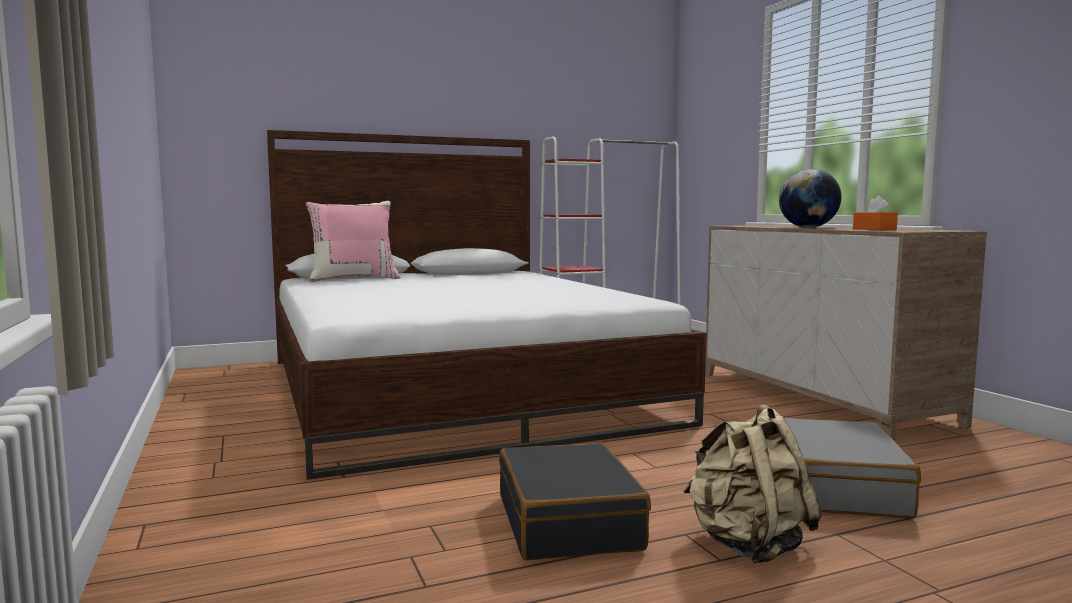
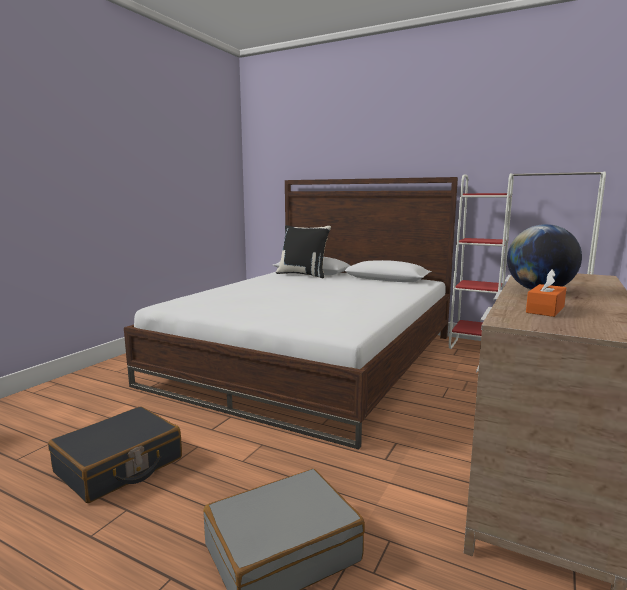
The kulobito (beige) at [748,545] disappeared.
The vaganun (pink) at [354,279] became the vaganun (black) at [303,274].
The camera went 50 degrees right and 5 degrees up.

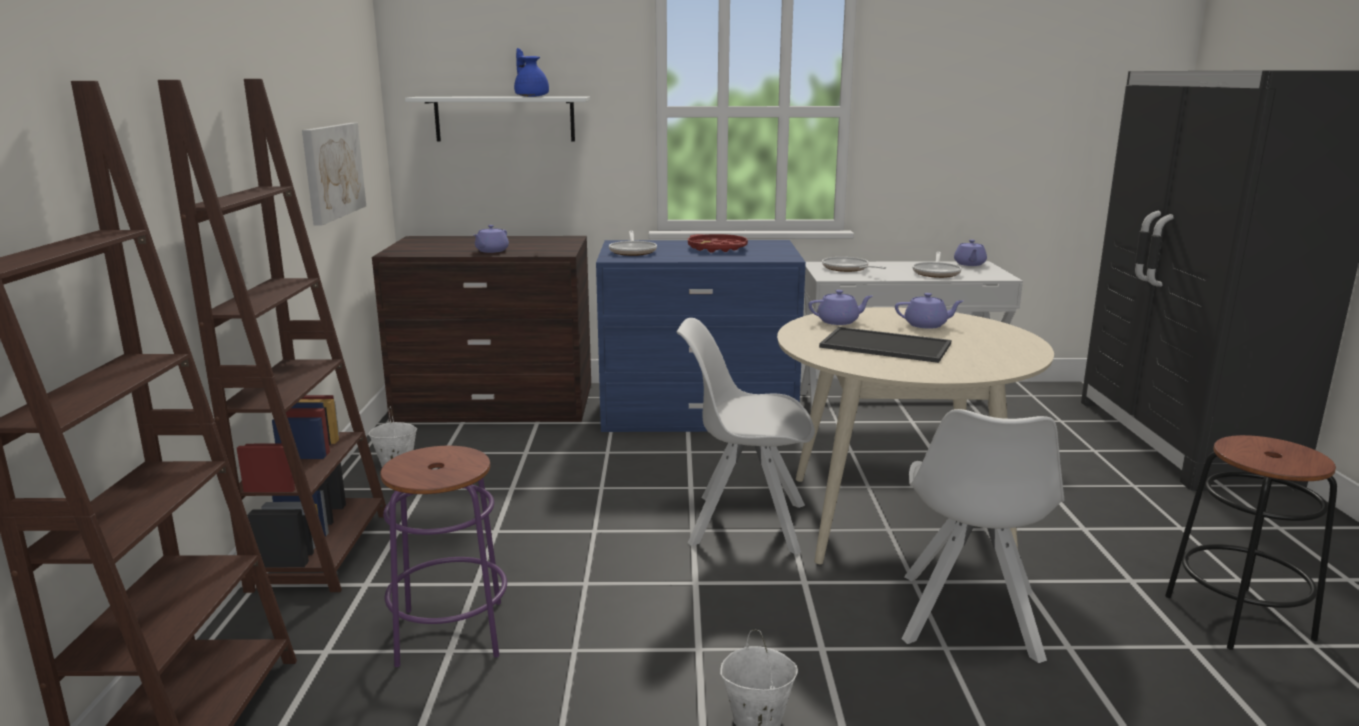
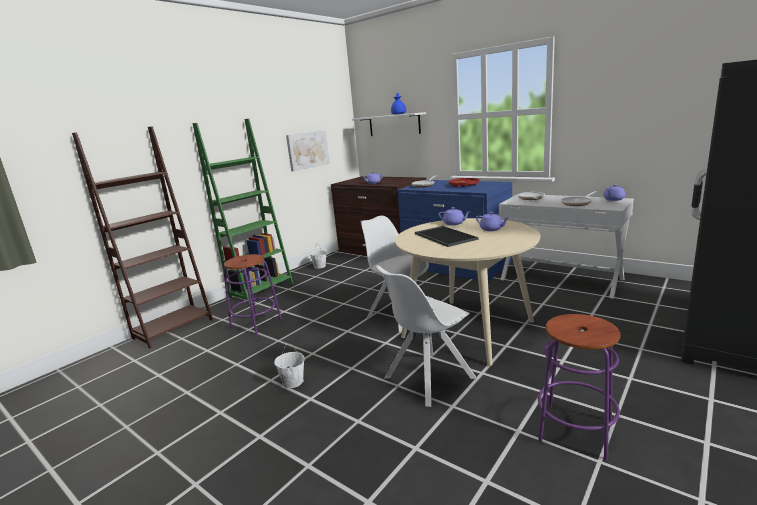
The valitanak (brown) at [320,551] became the valitanak (green) at [261,290].
The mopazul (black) at [1237,617] became the mopazul (purple) at [575,430].
The camera went 40 degrees right and 0 degrees up.

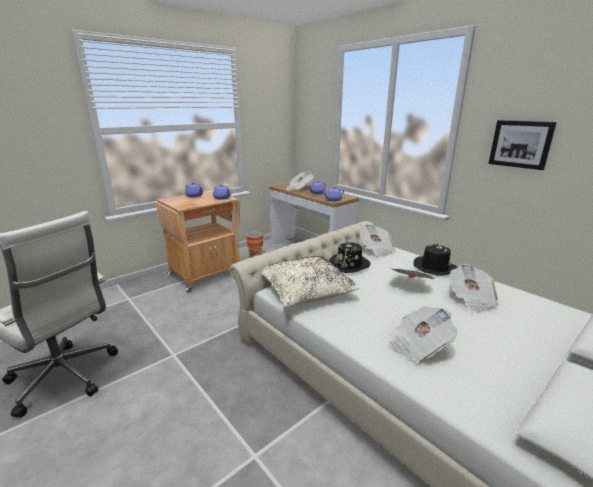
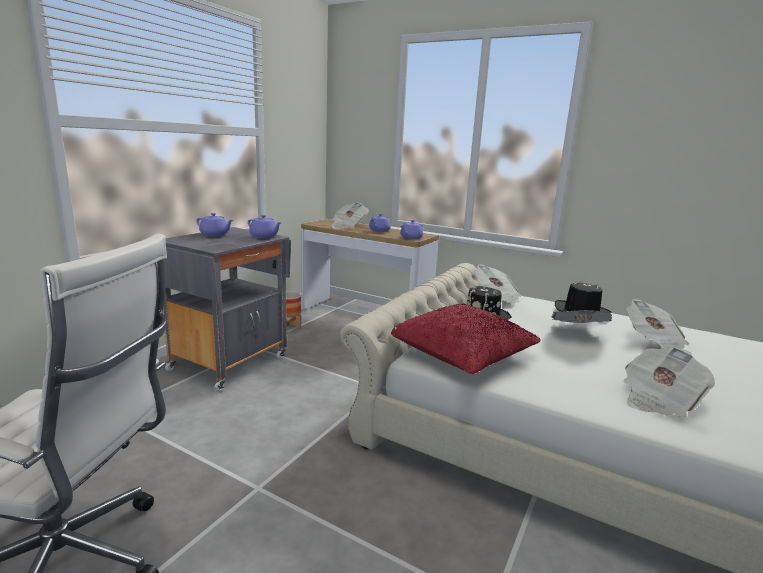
The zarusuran at [520,144] disappeared.
The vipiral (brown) at [205,275] became the vipiral (grey) at [230,362].
The vaganun (beige) at [306,290] became the vaganun (red) at [461,353].
The camera went 20 degrees left and 5 degrees down.

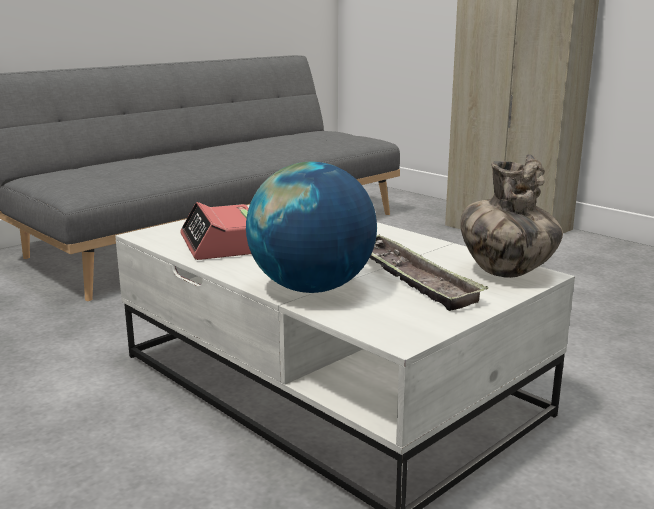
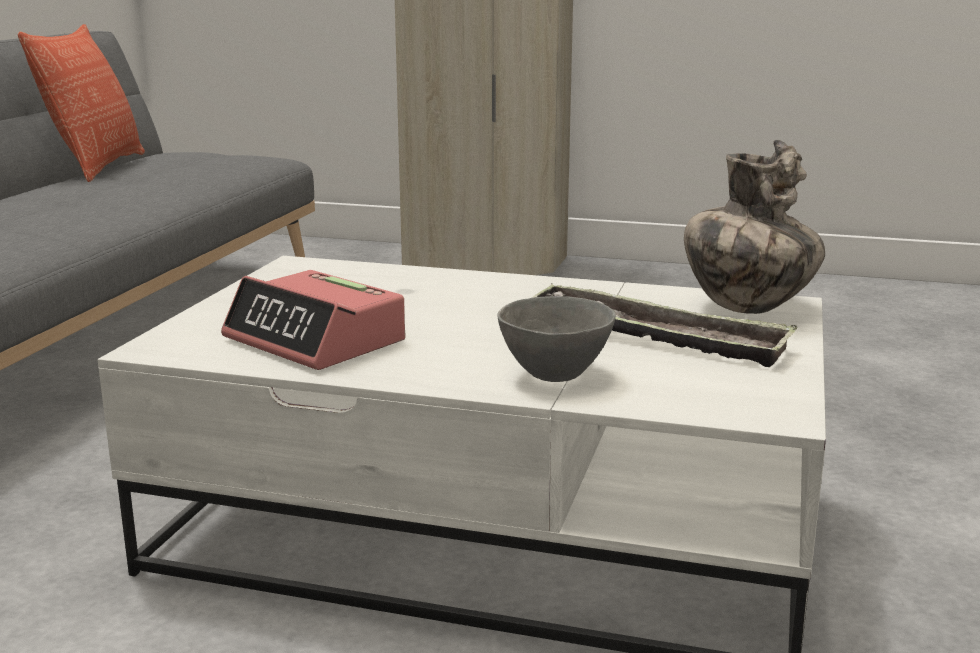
The vaganun (orange) at [97,168] appeared.
The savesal at [311,288] was replaced by the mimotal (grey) at [555,376].
The camera went 30 degrees left and 0 degrees up.

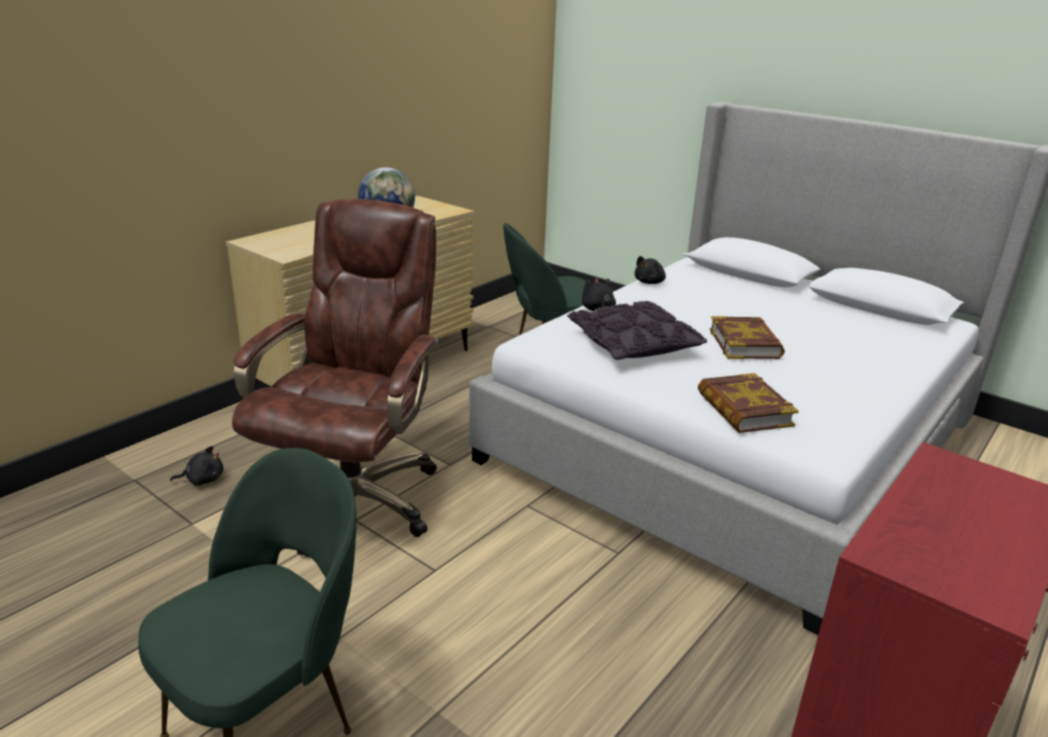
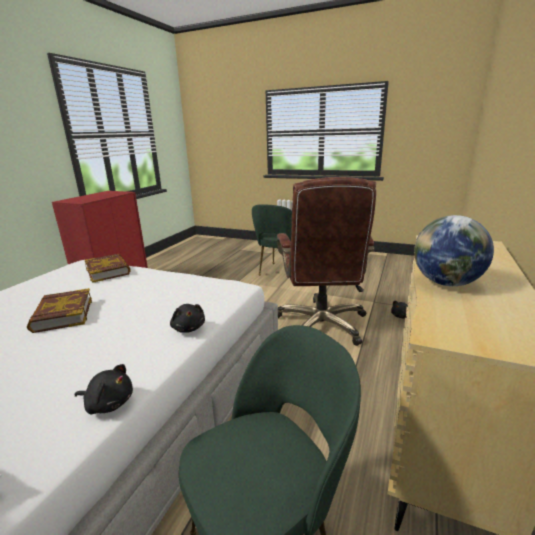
The vaganun (black) at [633,344] disappeared.
The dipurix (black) at [650,282] turned 75 degrees clockwise.
The camera went 165 degrees right and 5 degrees down.

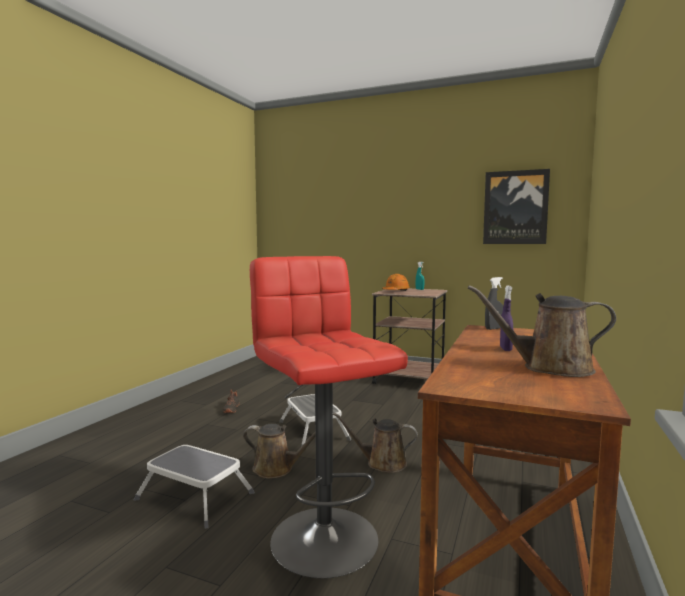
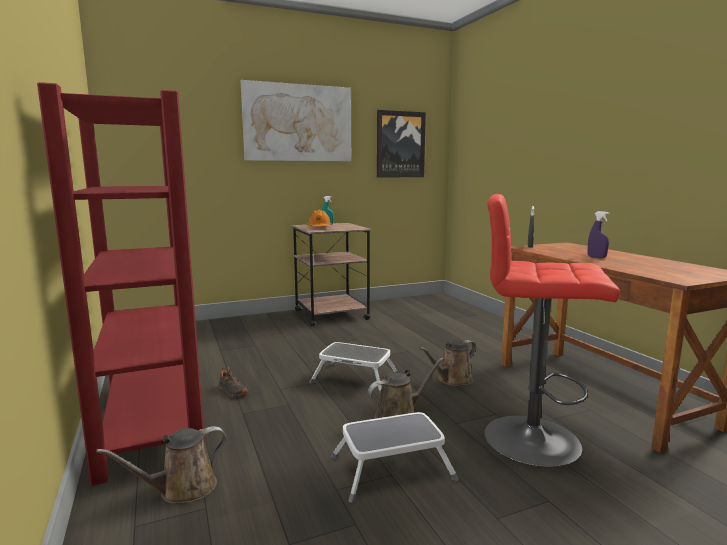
The valitanak (red) at [151,419] appeared.
The zarusuran at [298,123] appeared.
The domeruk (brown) moved from [550,368] to [182,489].
The camera went 45 degrees left and 5 degrees up.

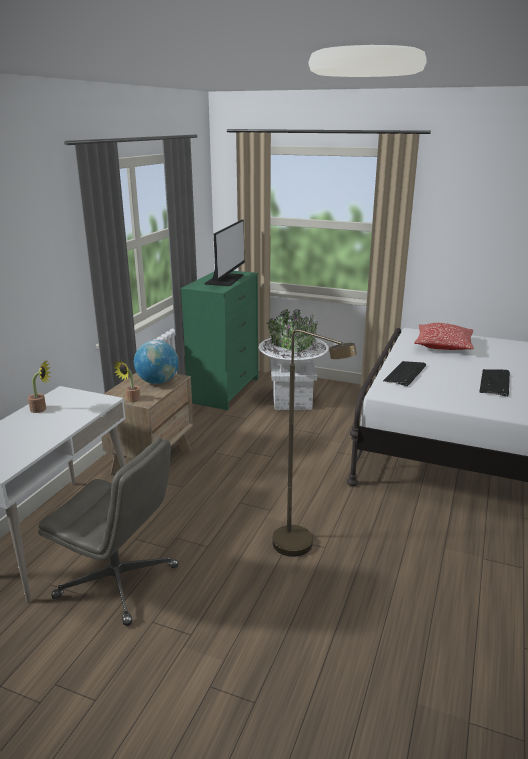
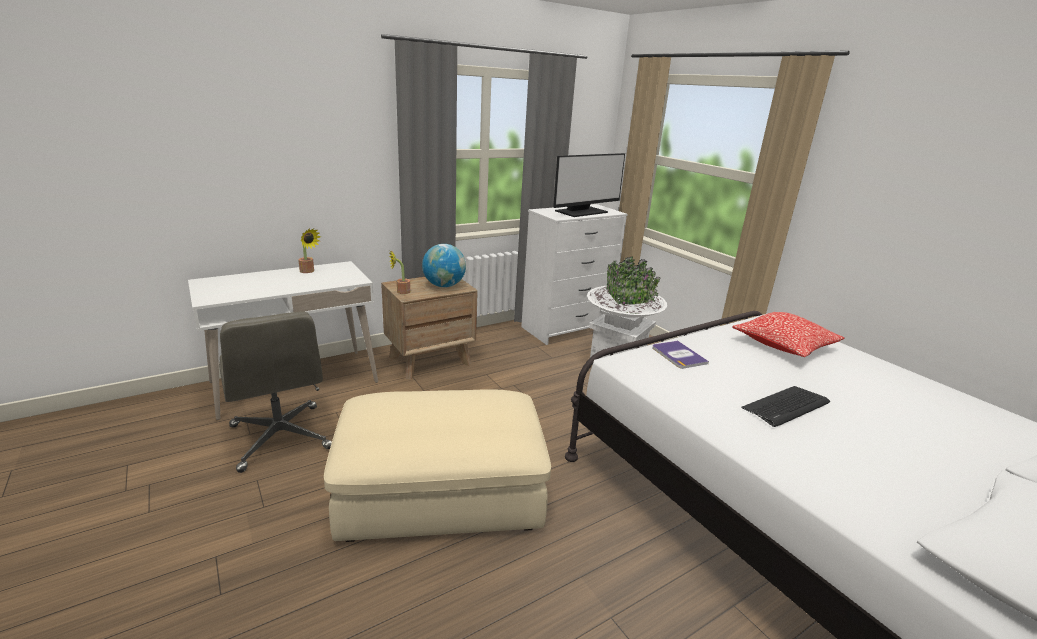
The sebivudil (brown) at [302,547] was replaced by the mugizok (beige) at [442,490].
The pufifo at [405,374] was replaced by the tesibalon at [678,355].
The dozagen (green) at [225,391] became the dozagen (white) at [566,328].
The camera went 35 degrees right and 0 degrees up.

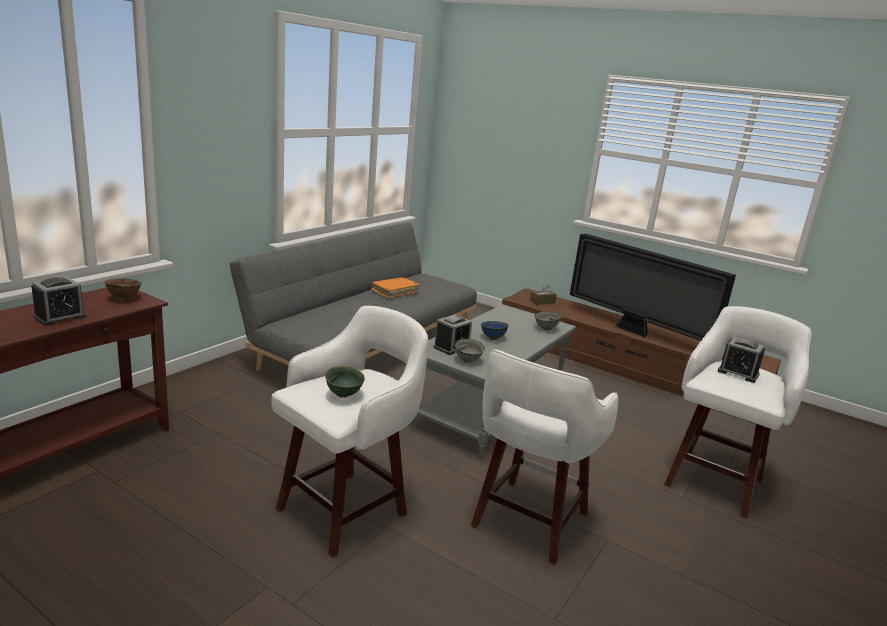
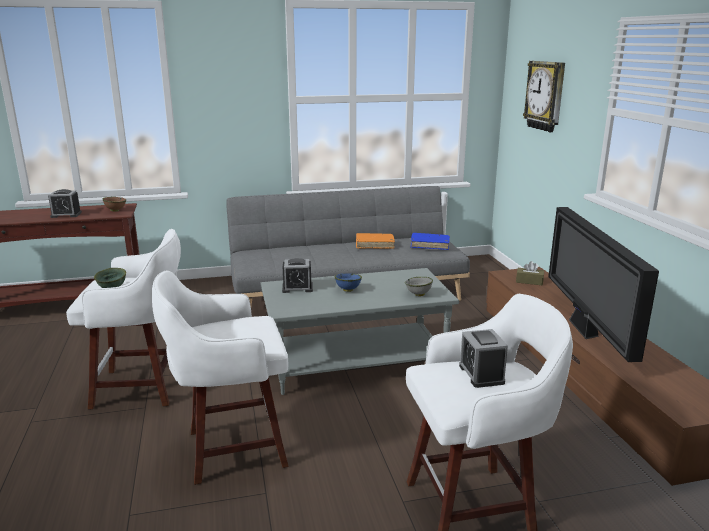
The mimotal (grey) at [468,361] disappeared.
The tesibalon (blue) at [430,245] appeared.
The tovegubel at [545,96] appeared.
The camera went 45 degrees right and 0 degrees up.

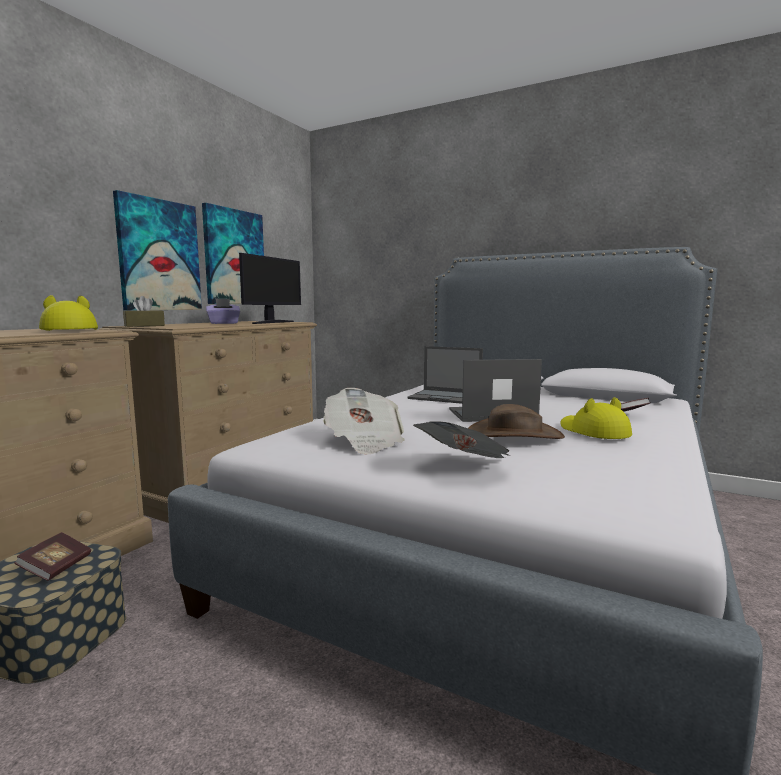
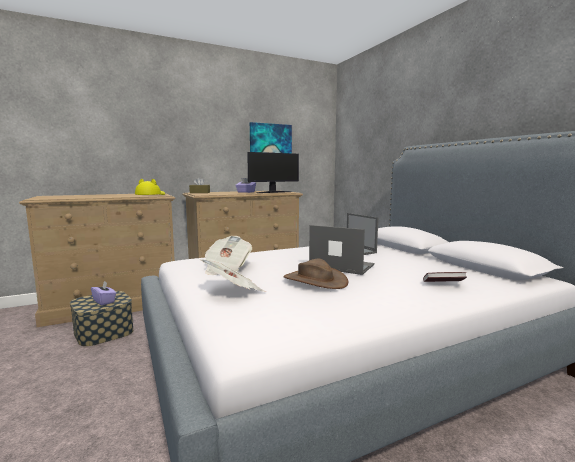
The zarusuran at [159,255] disappeared.
The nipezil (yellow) at [593,432] disappeared.
The tesibalon at [56,568] was replaced by the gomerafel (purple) at [104,301].
The camera went 35 degrees right and 0 degrees up.

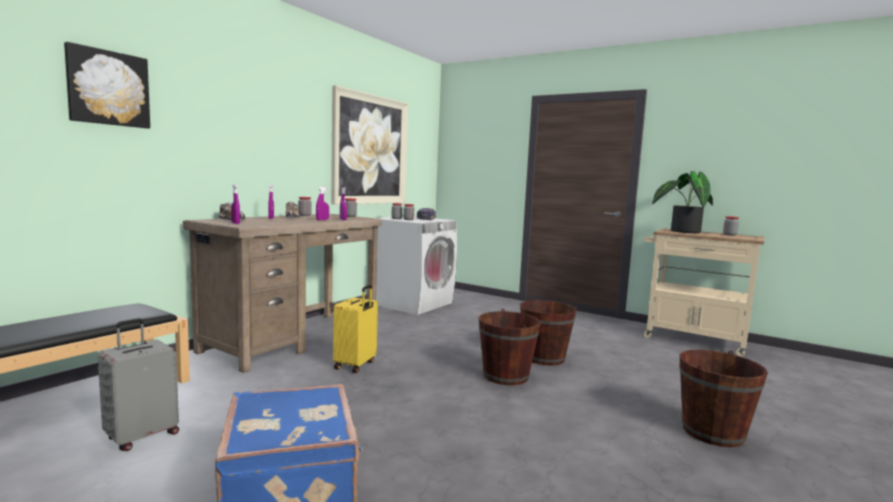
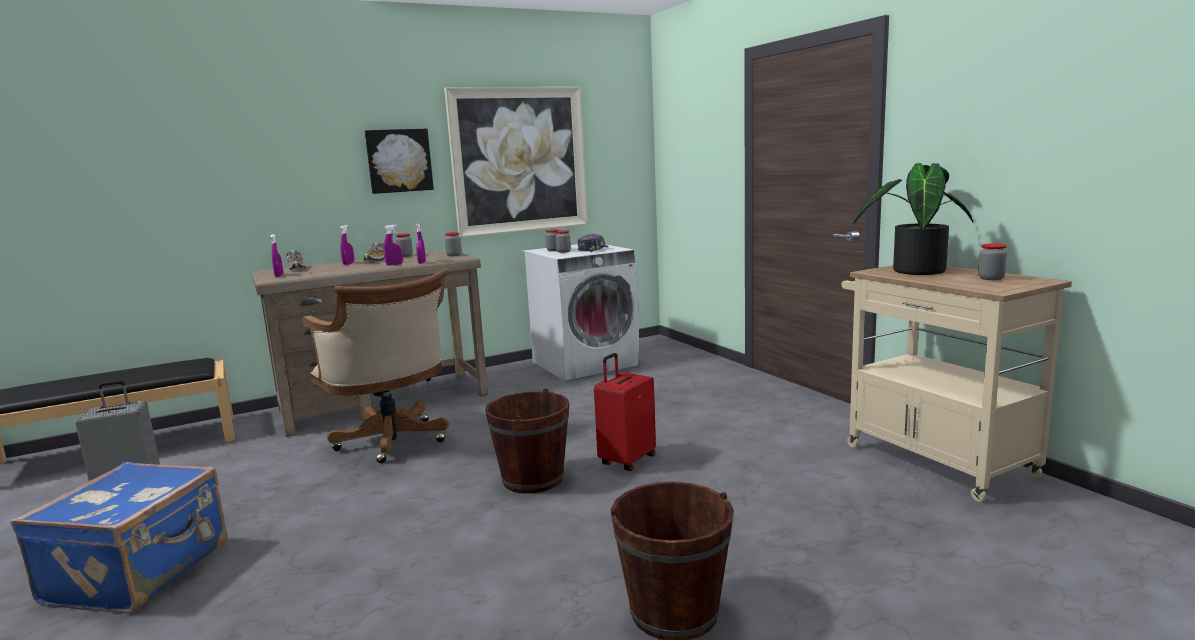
The zarusuran moved from [108,88] to [399,161].
The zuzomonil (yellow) at [356,365] was replaced by the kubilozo at [394,442].
The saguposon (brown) at [544,357] was replaced by the zuzomonil (red) at [626,460].
The camera went 30 degrees right and 5 degrees up.

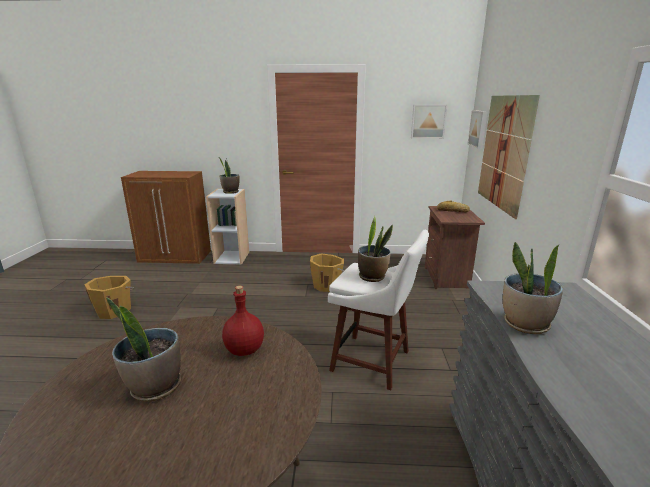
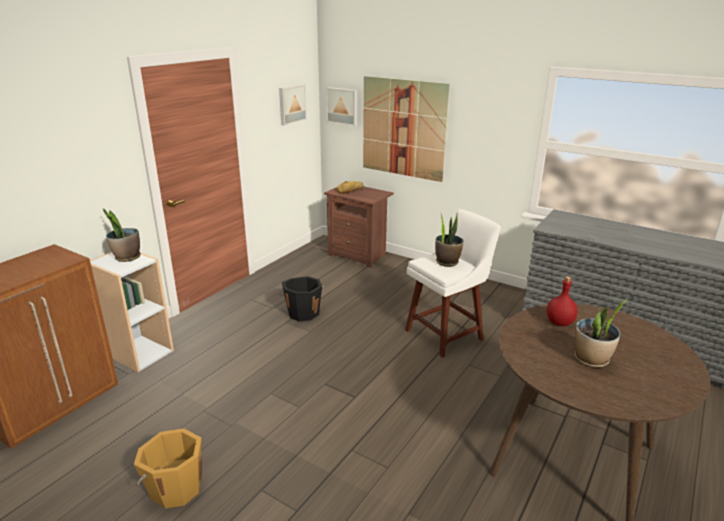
The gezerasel at [525,324] disappeared.
The saguposon (orange) at [327,285] became the saguposon (black) at [303,312].
The camera went 60 degrees left and 5 degrees up.

